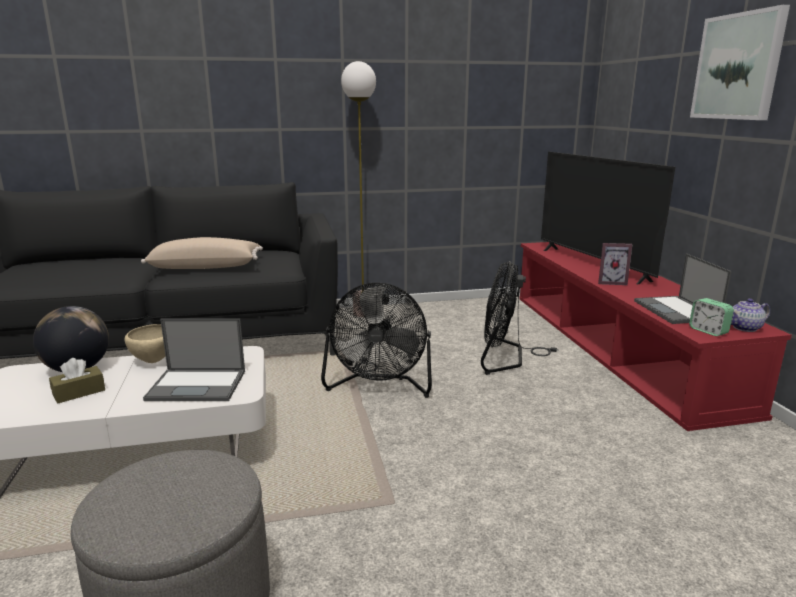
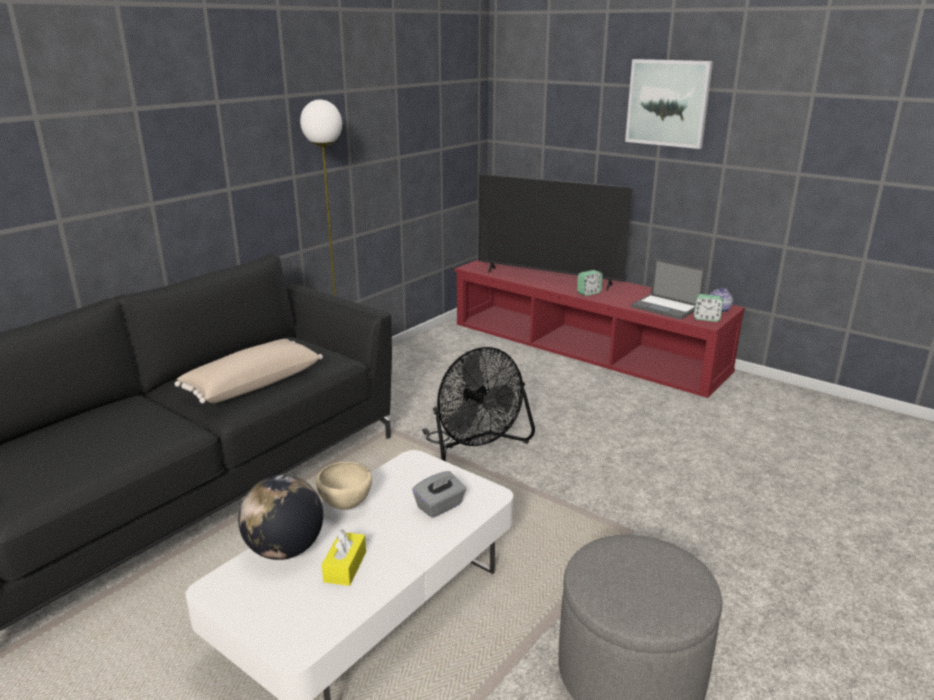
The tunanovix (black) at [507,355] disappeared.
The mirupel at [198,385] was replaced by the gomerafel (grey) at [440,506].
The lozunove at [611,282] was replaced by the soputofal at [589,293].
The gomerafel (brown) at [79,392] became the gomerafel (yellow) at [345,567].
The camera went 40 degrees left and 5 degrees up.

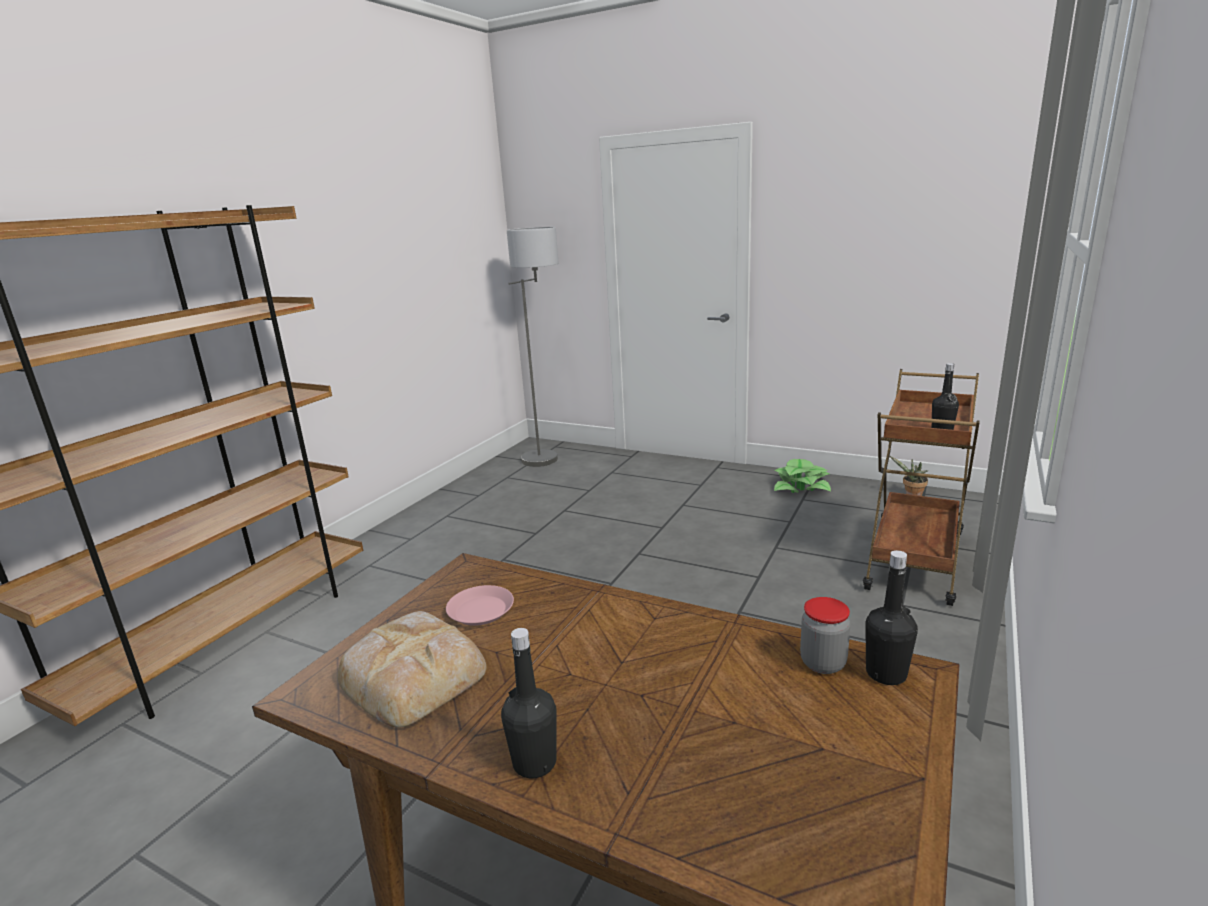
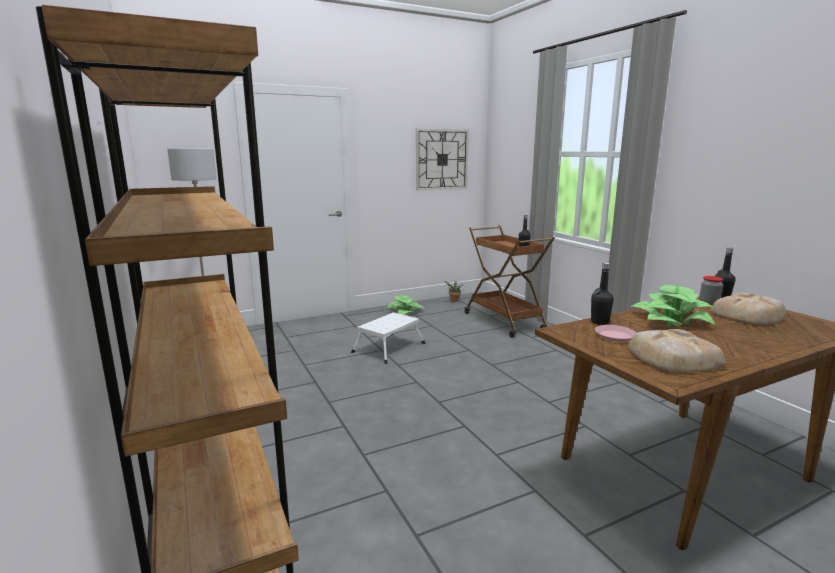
The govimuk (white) at [389,347] appeared.
The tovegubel at [441,159] appeared.
The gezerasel at [670,319] appeared.
The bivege at [748,315] appeared.
The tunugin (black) moved from [534,762] to [599,322].
The camera went 55 degrees left and 5 degrees down.

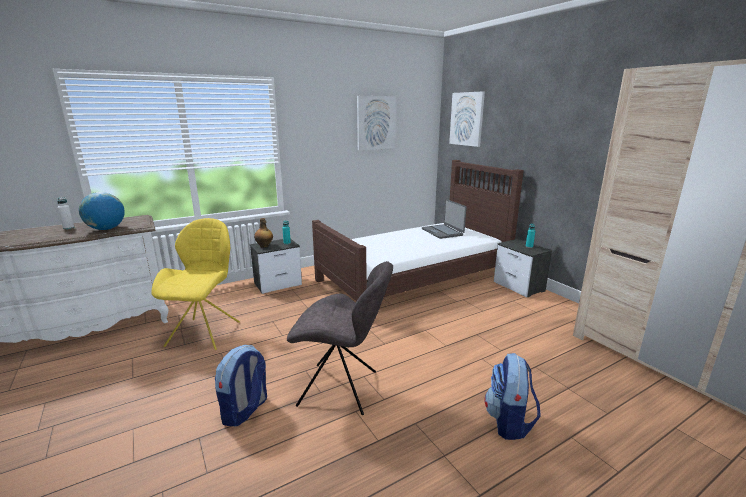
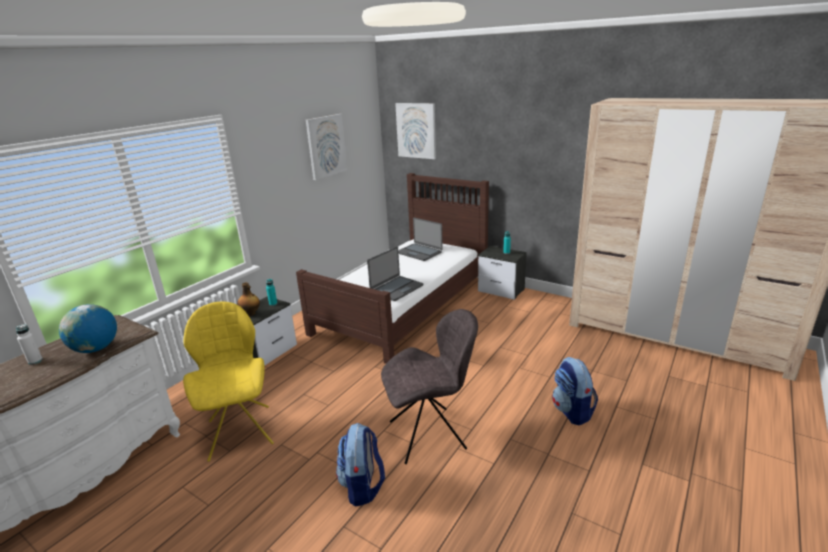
The mirupel at [396,289] appeared.
The camera went 25 degrees left and 5 degrees up.

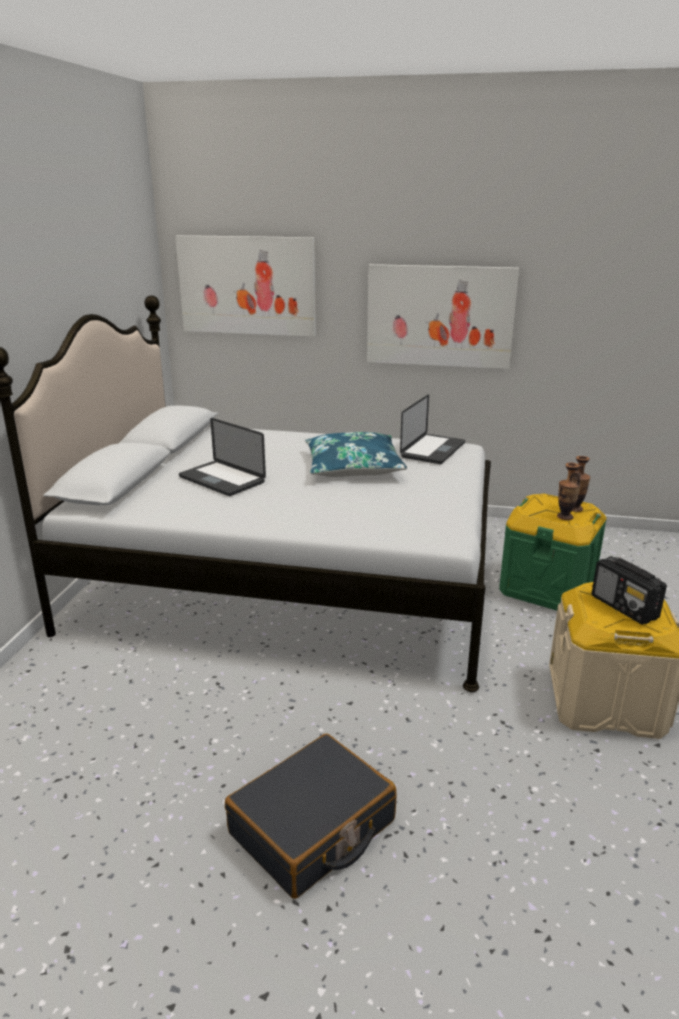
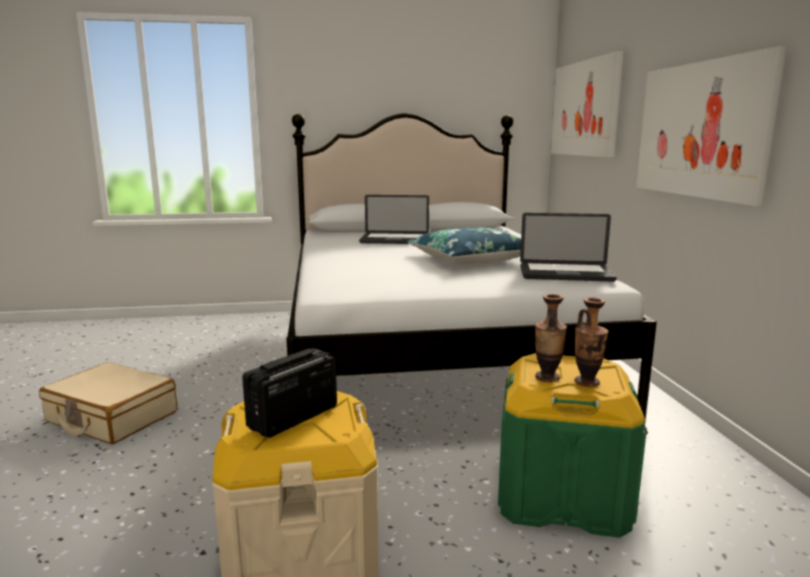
The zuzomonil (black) at [313,828] became the zuzomonil (beige) at [111,417].
The mirupel at [222,480] turned 105 degrees counterclockwise.
The camera went 70 degrees right and 10 degrees down.

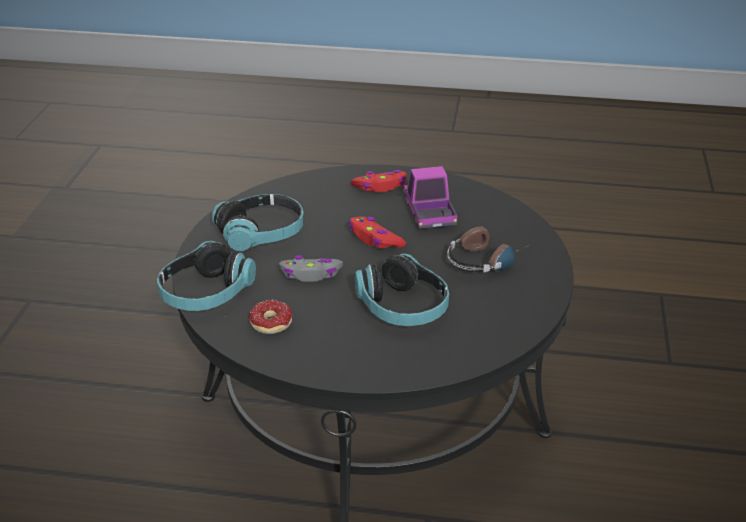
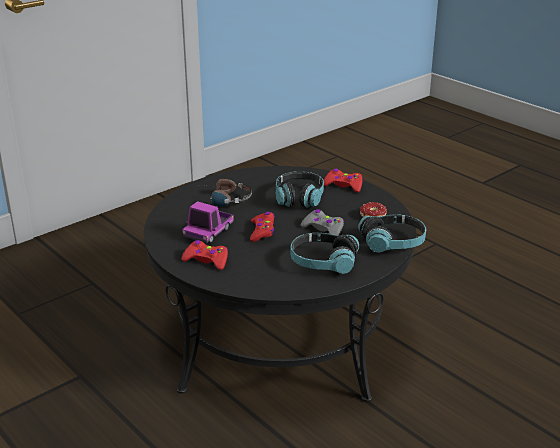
The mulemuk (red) at [343,185] appeared.
The camera went 140 degrees left and 5 degrees down.

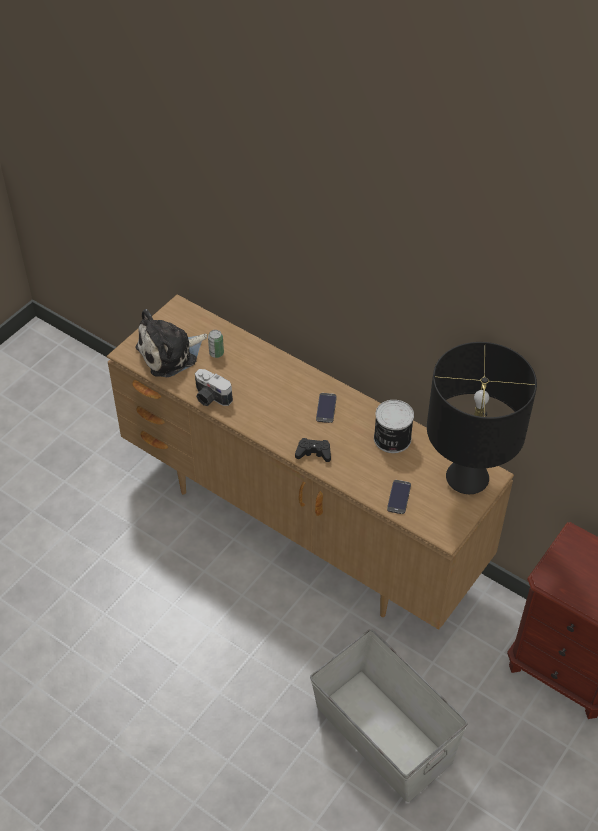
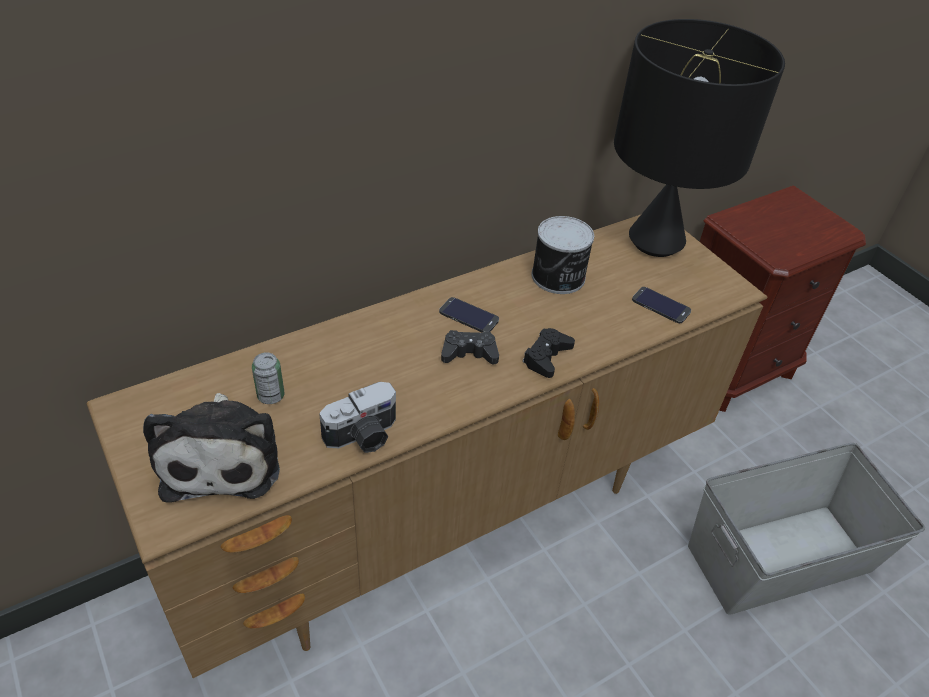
The mulemuk (black) at [469,353] appeared.
The camera went 70 degrees left and 5 degrees down.

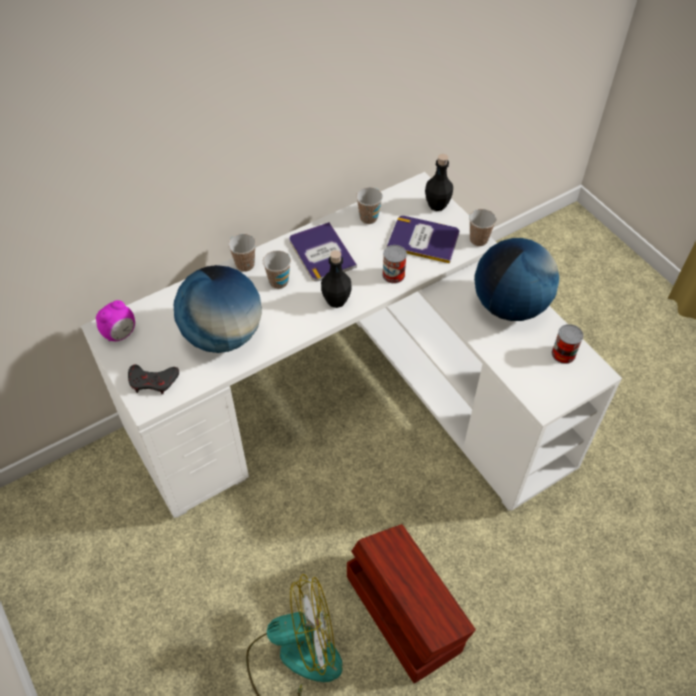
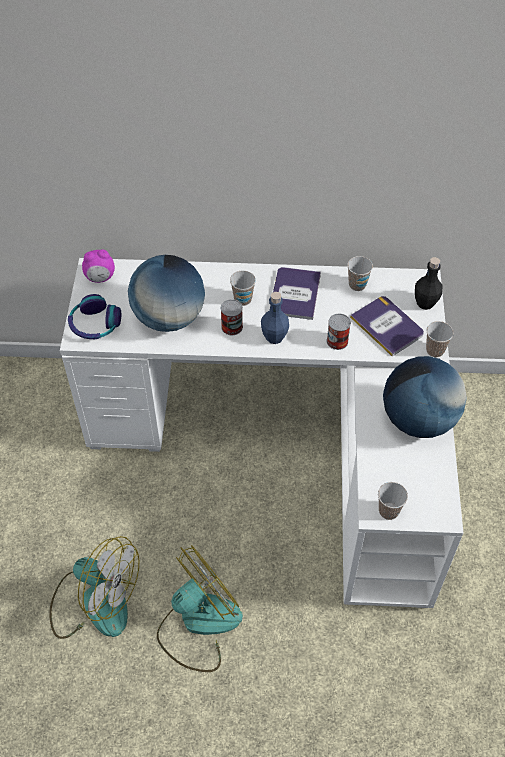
The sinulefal moved from [245,265] to [388,511].
The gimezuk moved from [563,354] to [232,327].
The mulemuk (grey) at [153,381] was replaced by the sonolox at [95,324].
The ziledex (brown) at [404,611] was replaced by the tunanovix at [198,623].
The tunugin (black) at [336,300] became the tunugin (blue) at [274,337].
The camera went 35 degrees right and 0 degrees up.

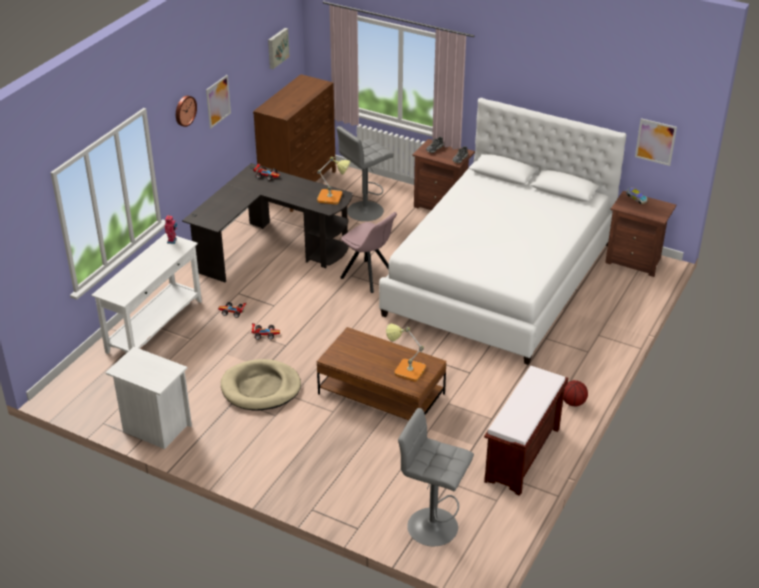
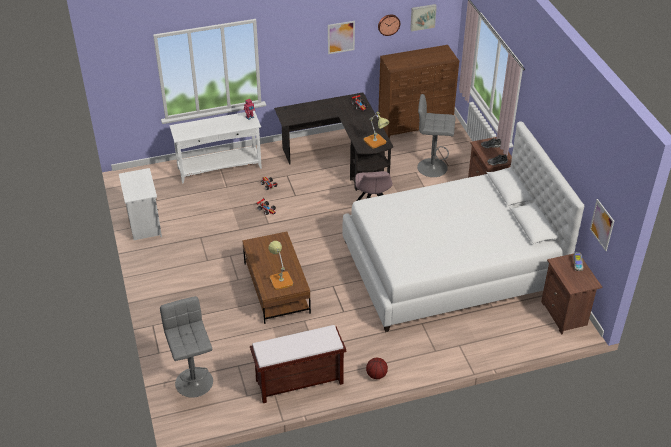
The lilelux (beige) at [261,388] disappeared.
The tovegubel moved from [184,110] to [388,24].
The camera went 45 degrees right and 5 degrees up.

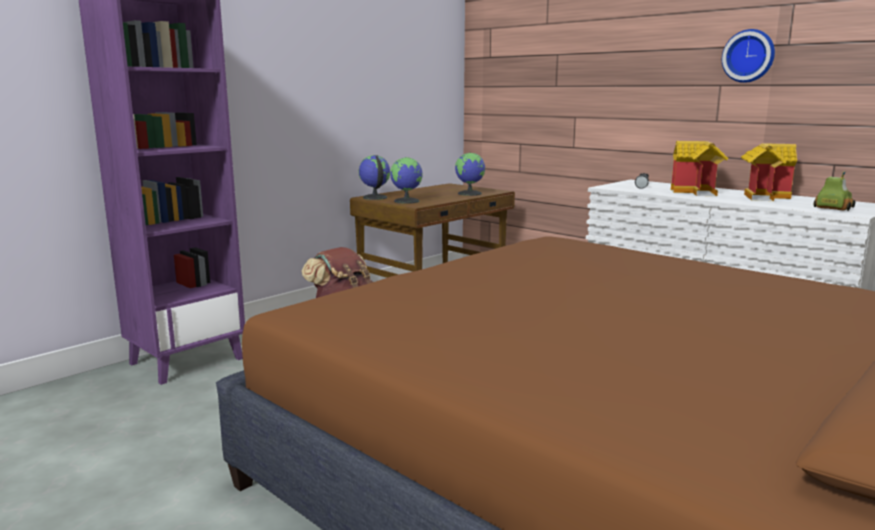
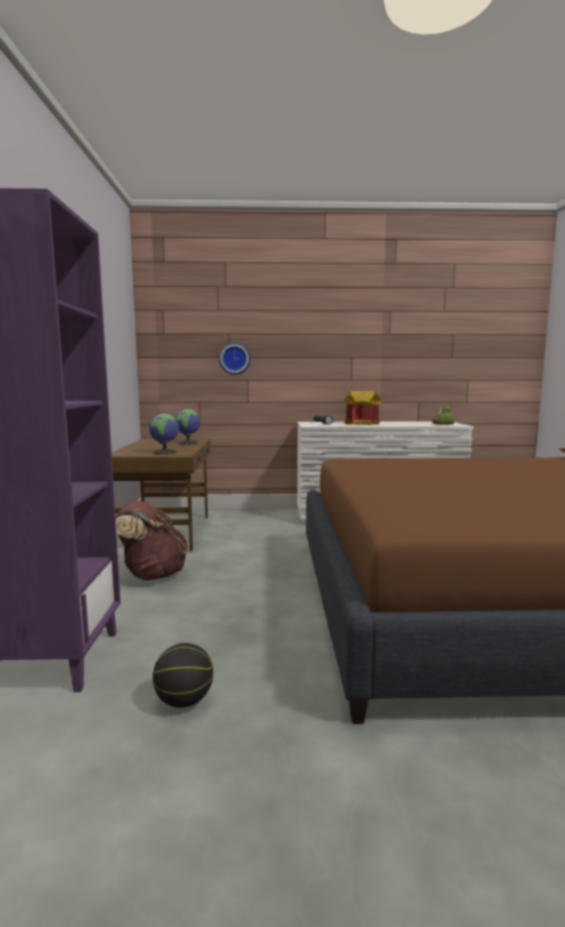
The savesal at [374,197] disappeared.
The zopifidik at [763,197] disappeared.
The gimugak at [184,701] appeared.
The tovegubel moved from [749,56] to [234,358].
The camera went 45 degrees left and 5 degrees down.

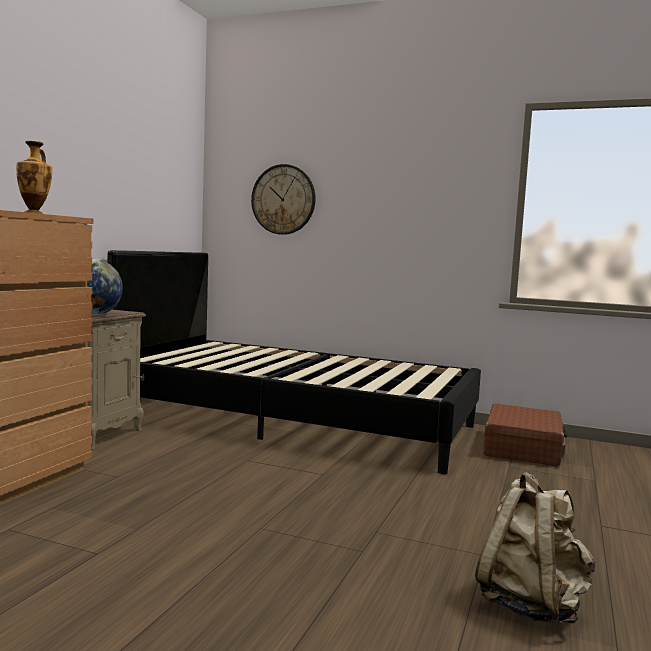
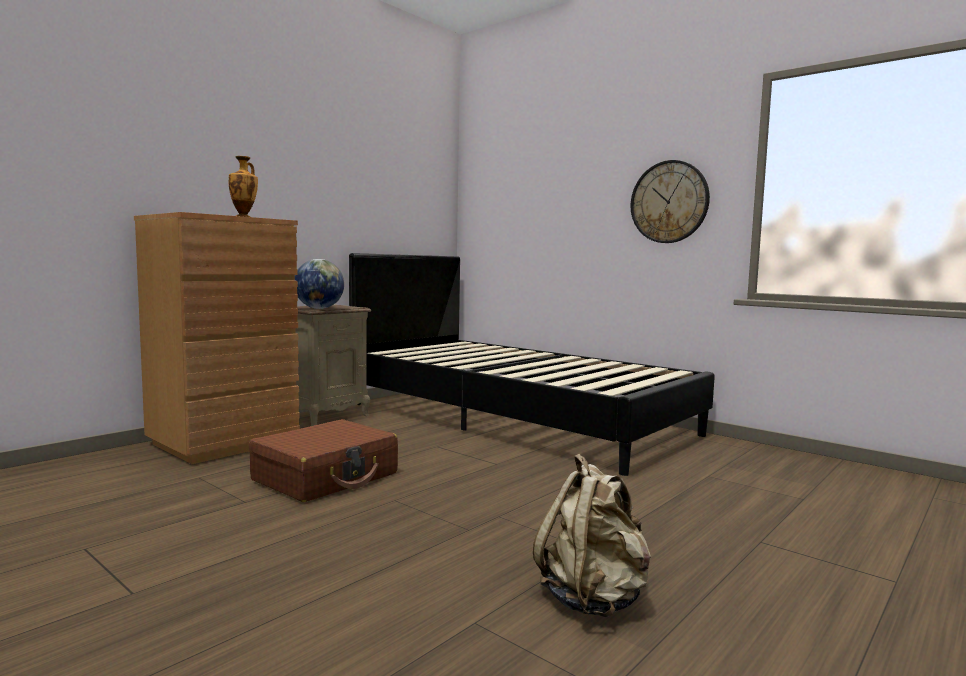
The tovegubel moved from [283,199] to [669,202].
The zuzomonil (brown) moved from [522,448] to [326,477].
The camera went 20 degrees right and 0 degrees up.

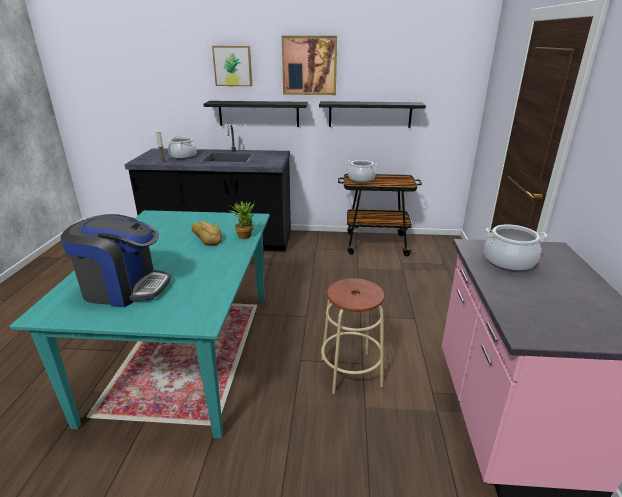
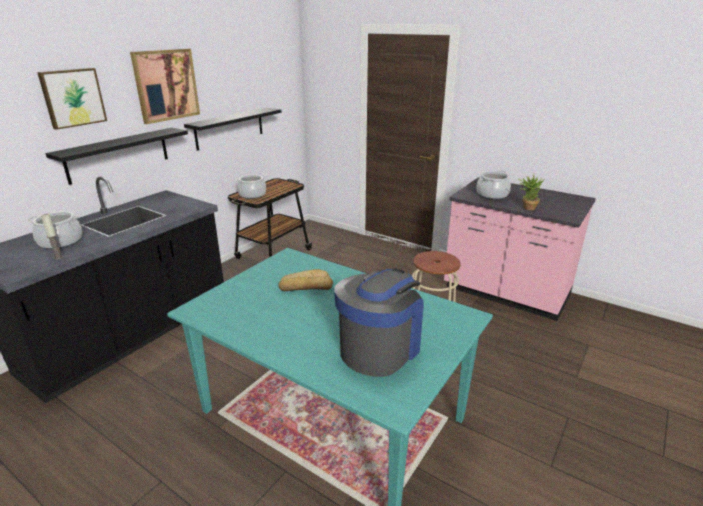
The gezerasel moved from [245,235] to [526,207].
The camera went 60 degrees left and 0 degrees up.

